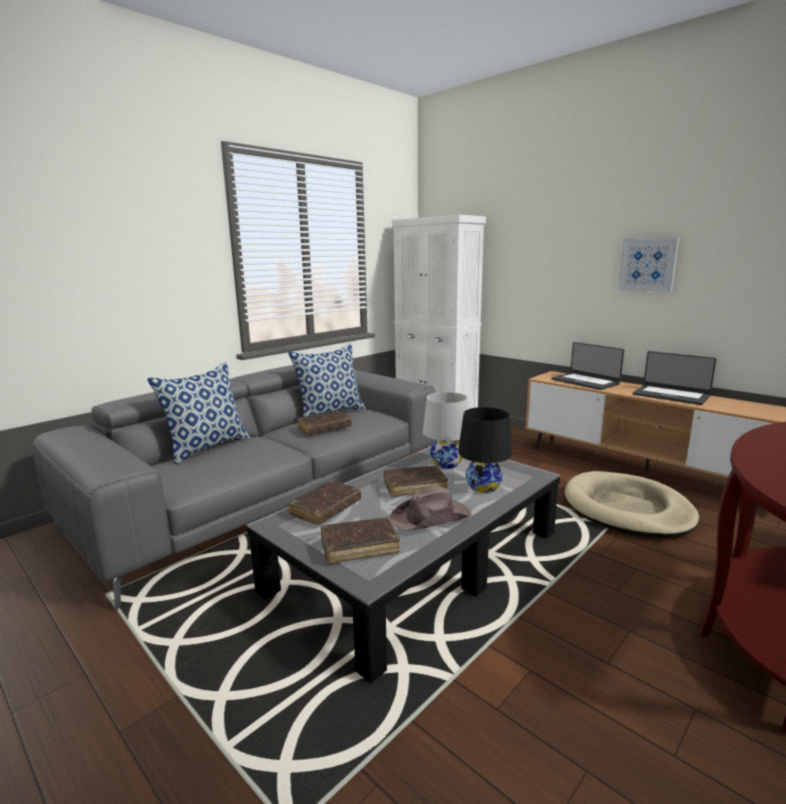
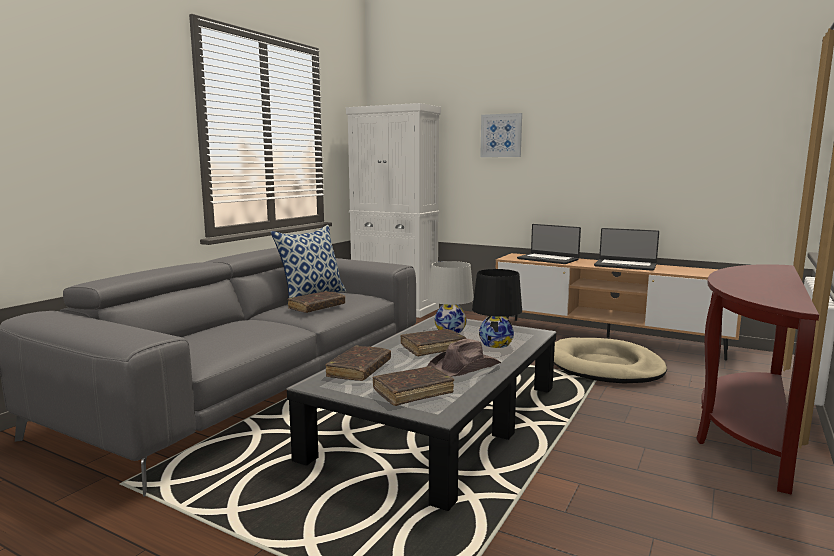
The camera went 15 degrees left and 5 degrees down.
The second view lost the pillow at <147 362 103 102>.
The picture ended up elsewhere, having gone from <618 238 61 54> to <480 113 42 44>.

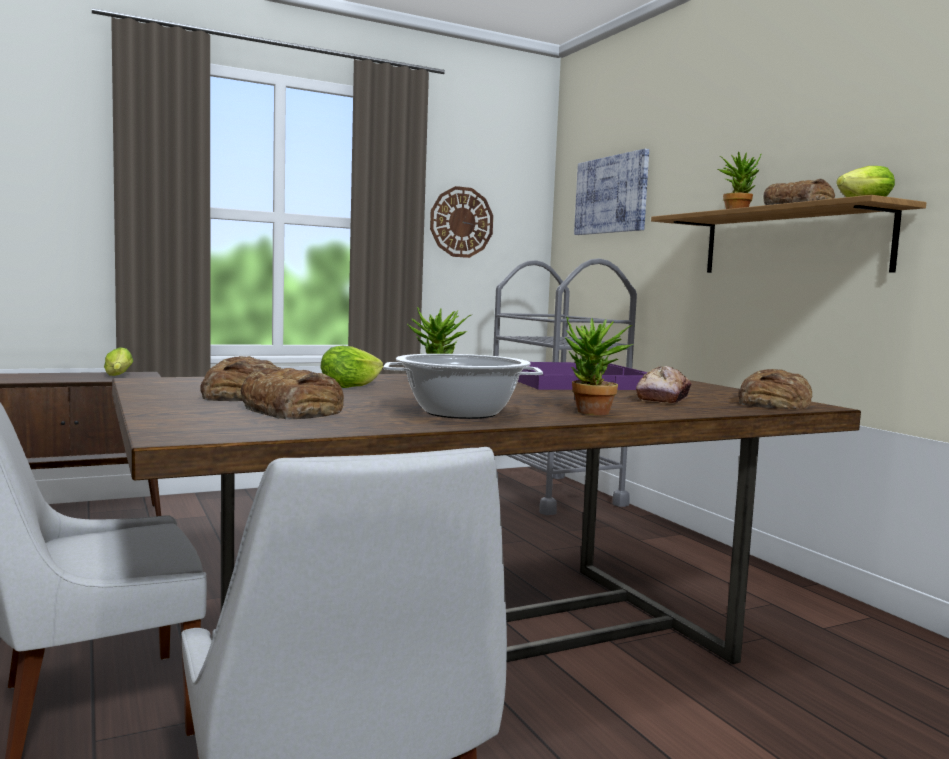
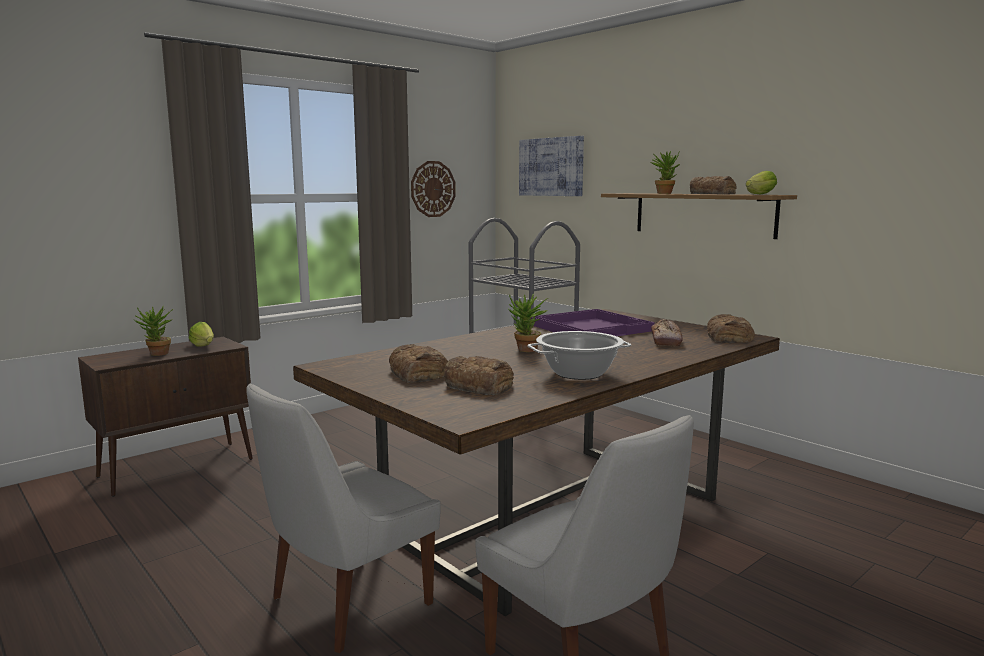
The camera went 15 degrees left and 5 degrees up.
The second view lost the lettuce at <320 346 63 42>.
The potted plant ended up elsewhere, having gone from <565 316 69 99> to <133 306 40 50>.

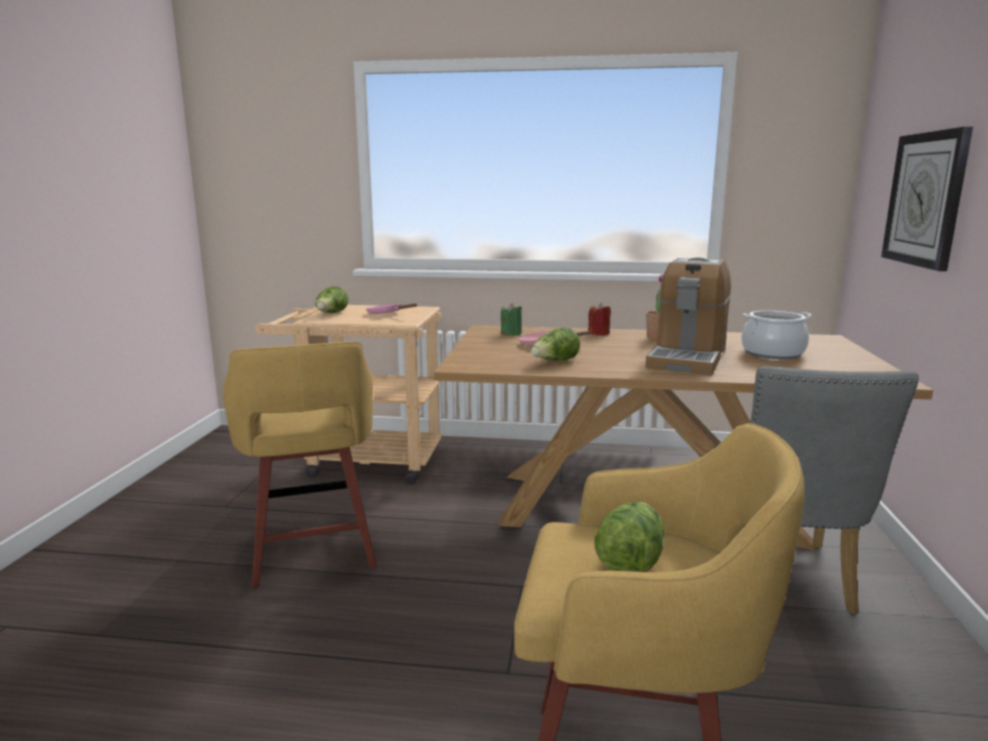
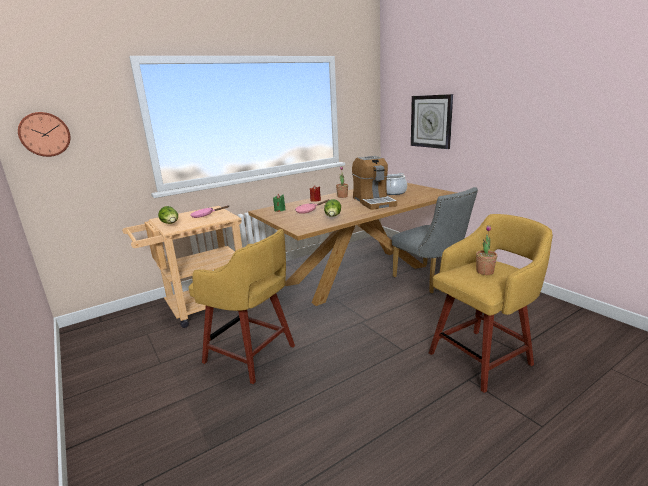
The camera went 40 degrees left and 5 degrees up.
The second view gained the wall clock at <18 112 53 45>.
Where the lettuce stood at <595 502 69 70>, the potted plant came to stand at <476 225 21 50>.

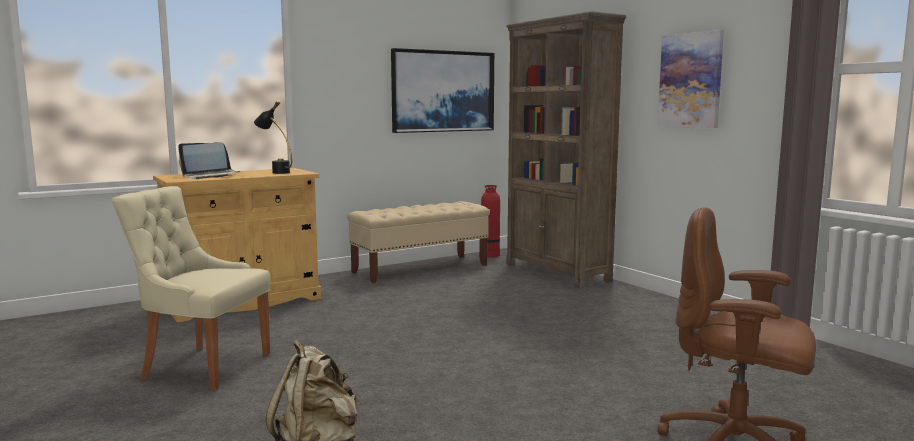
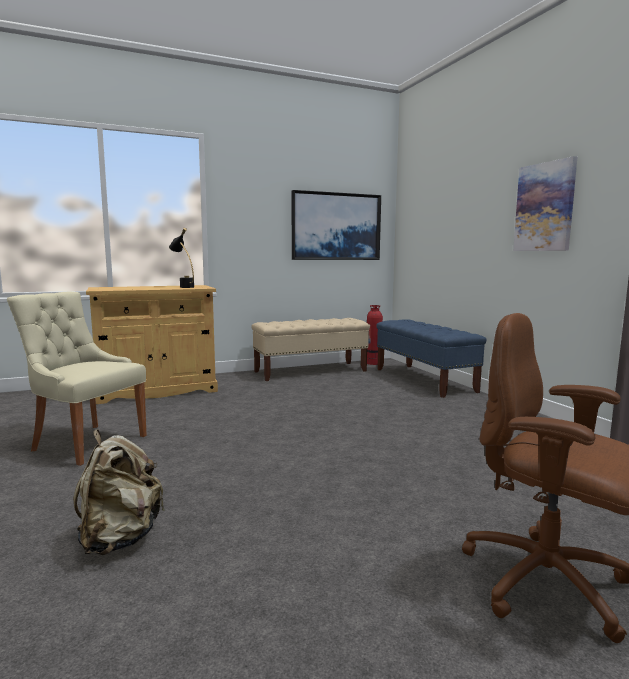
The camera went 10 degrees right and 0 degrees up.
The second view lost the laptop at <178 142 63 37>.
Where the bookcase (brown) stood at <506 11 120 277>, the bench (blue) came to stand at <376 319 110 79>.

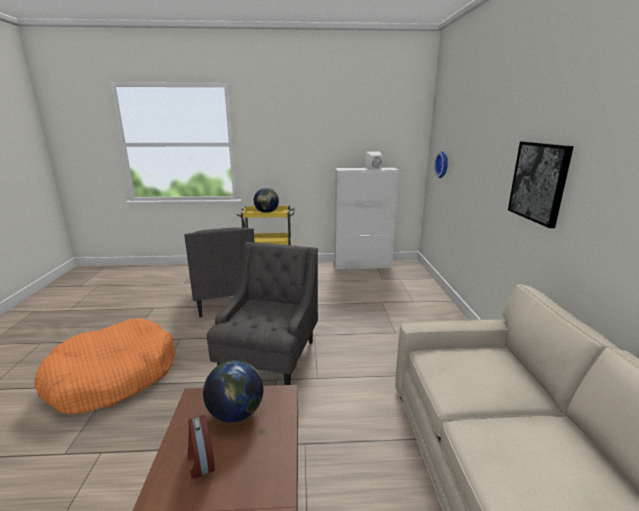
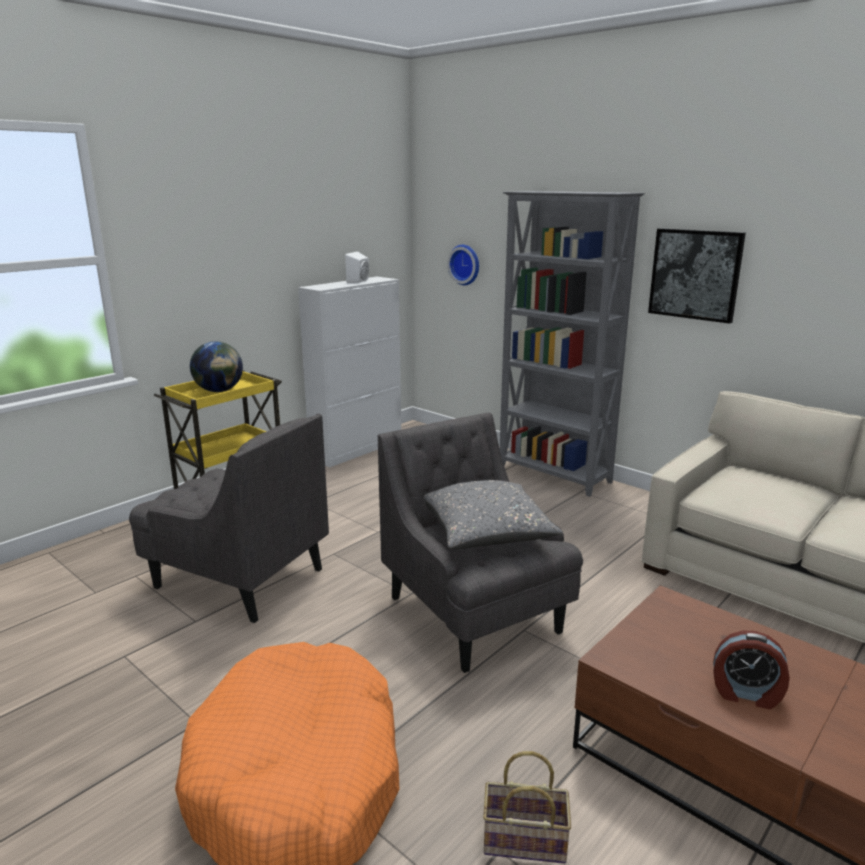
The camera went 45 degrees left and 0 degrees up.
The second view lost the globe at <203 360 60 63>.
The second view gained the pillow (grey) at <424 480 138 70>.
The second view gained the basket at <483 751 88 113>.
The second view gained the bookcase (grey) at <500 191 145 306>.

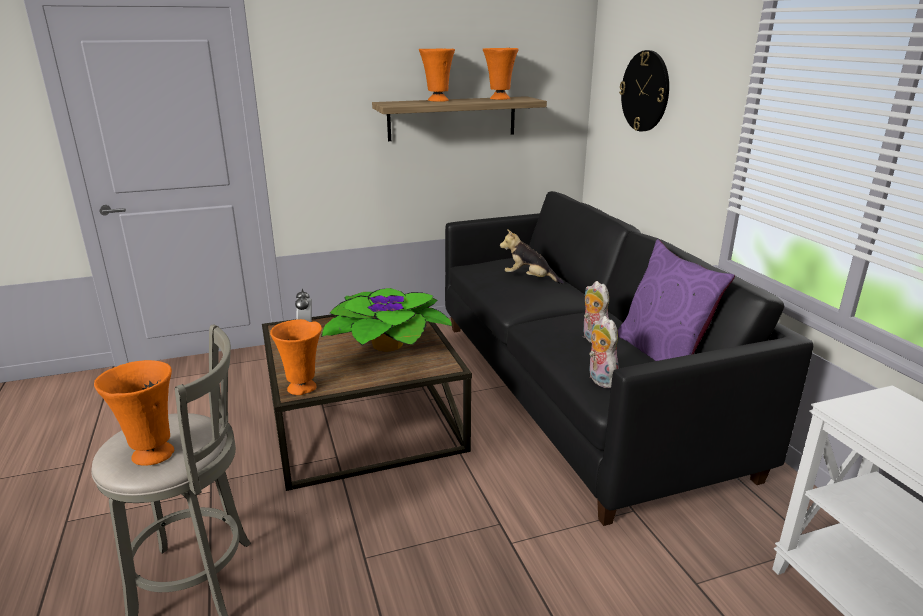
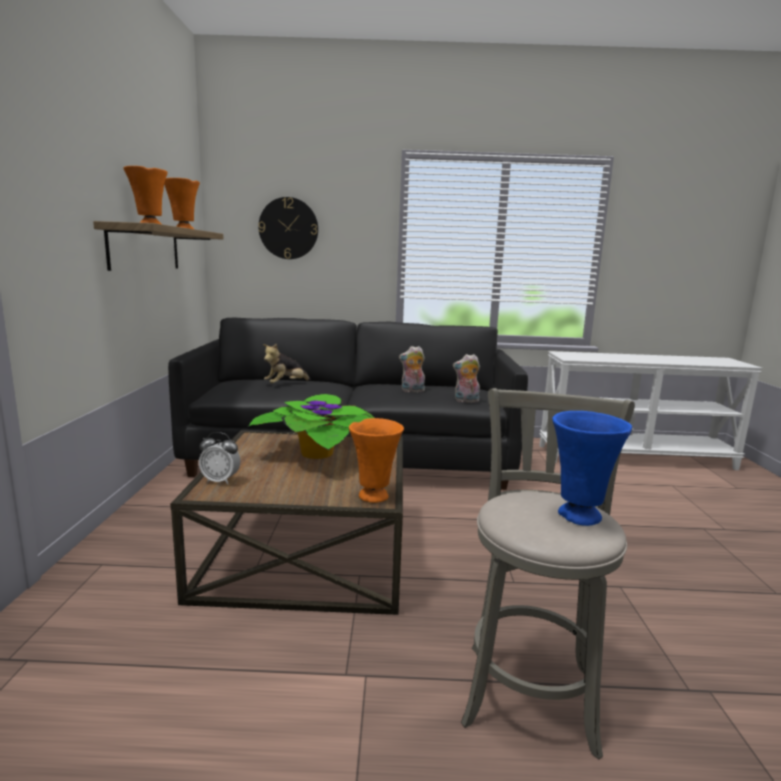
The camera went 70 degrees left and 10 degrees down.
The second view lost the pillow (purple) at <618 239 117 122>.
What was the vase (orange) at <94 360 80 106> turned into the vase (blue) at <552 411 80 115>.

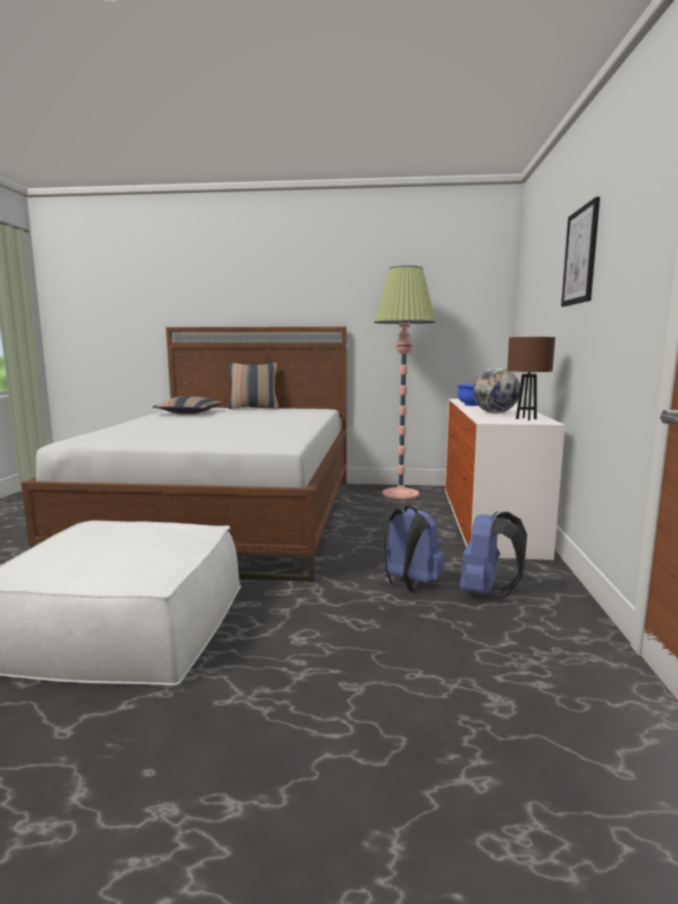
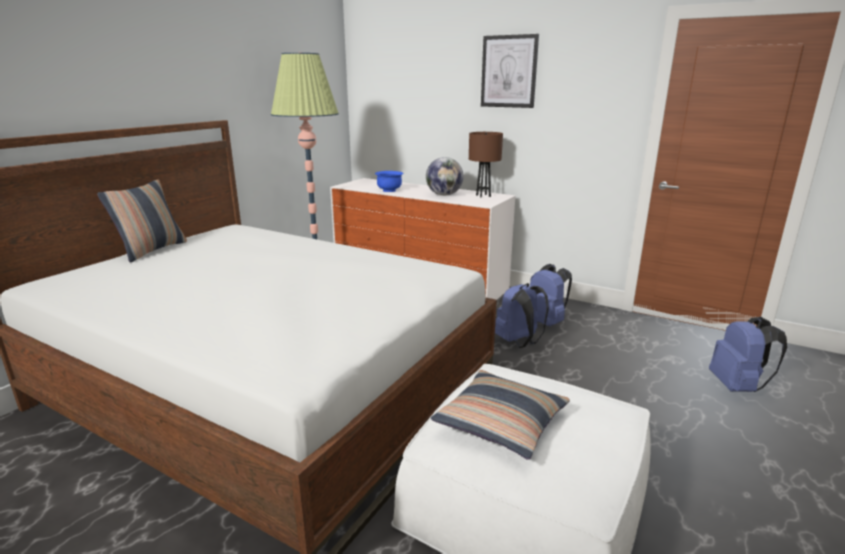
The camera went 65 degrees left and 10 degrees up.
The second view gained the backpack (blue) at <709 317 78 75>.
The pillow ended up elsewhere, having gone from <153 396 70 18> to <431 370 139 90>.

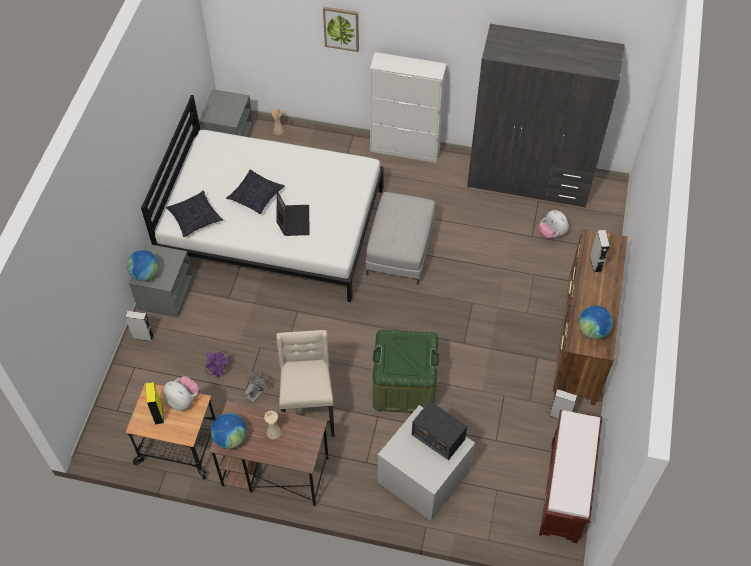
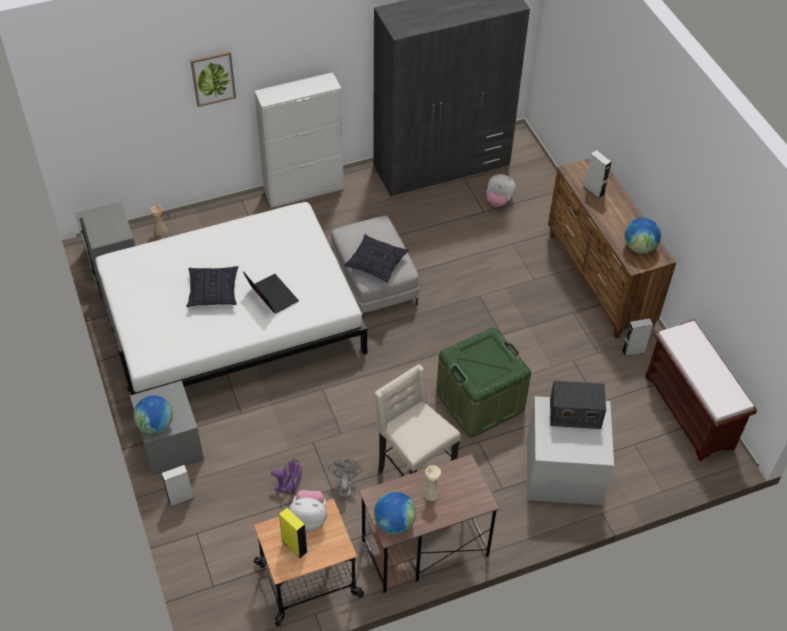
The camera went 35 degrees left and 5 degrees down.
The pillow ended up elsewhere, having gone from <166 191 57 46> to <344 234 65 49>.

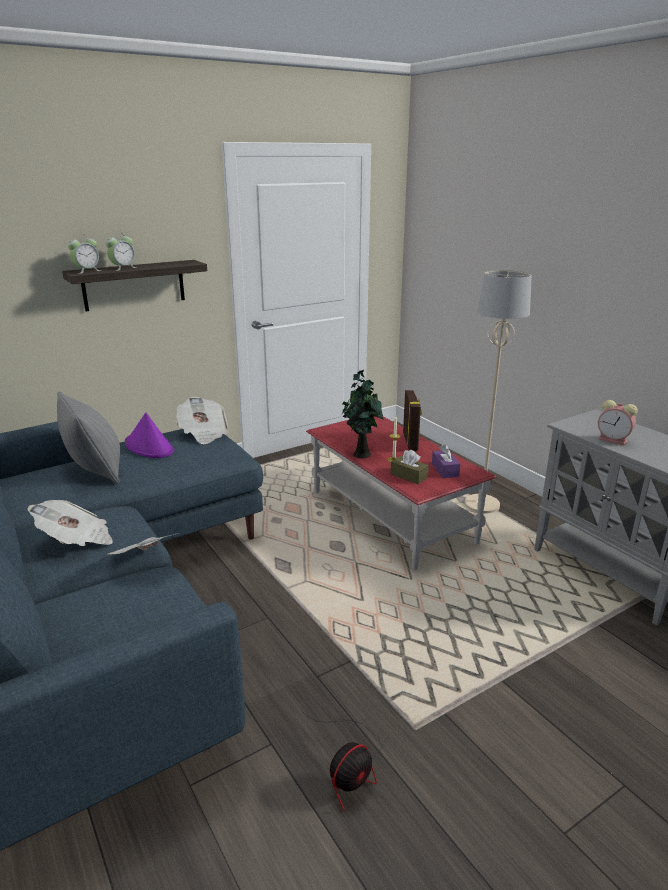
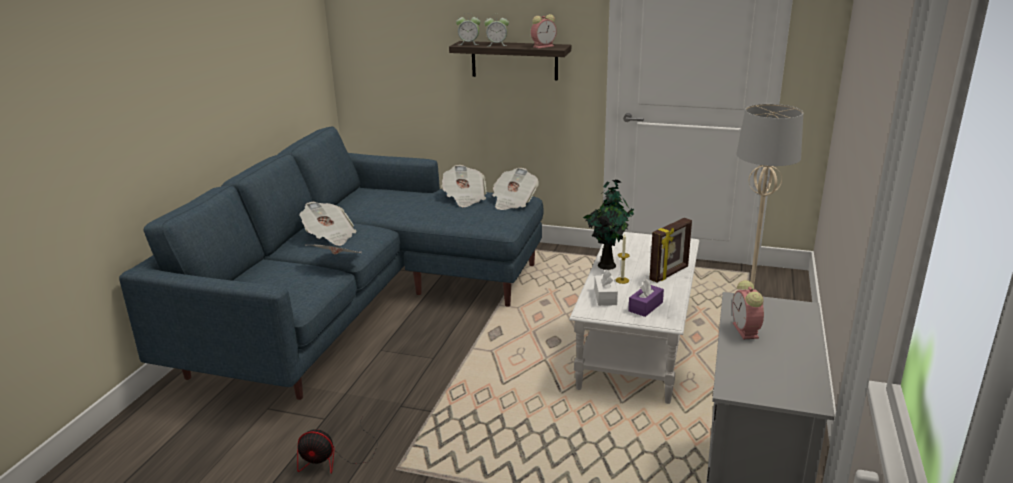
The camera went 50 degrees right and 0 degrees up.
The second view lost the pillow (grey) at <57 391 63 93>.
The second view gained the alarm clock at <531 14 26 34>.
Where the hat (purple) stood at <125 413 49 45>, the newspaper came to stand at <441 165 46 42>.
What was the coffee table (red) at <306 416 191 154> turned into the coffee table (white) at <569 232 130 172>.
What was the tissue box (brown) at <390 450 39 34> turned into the tissue box (white) at <594 269 24 37>.

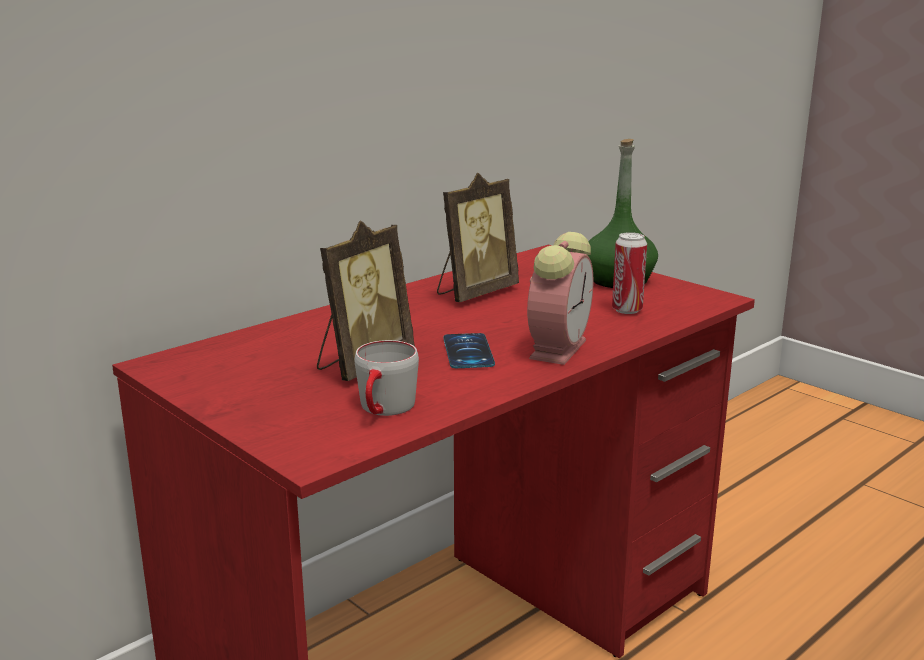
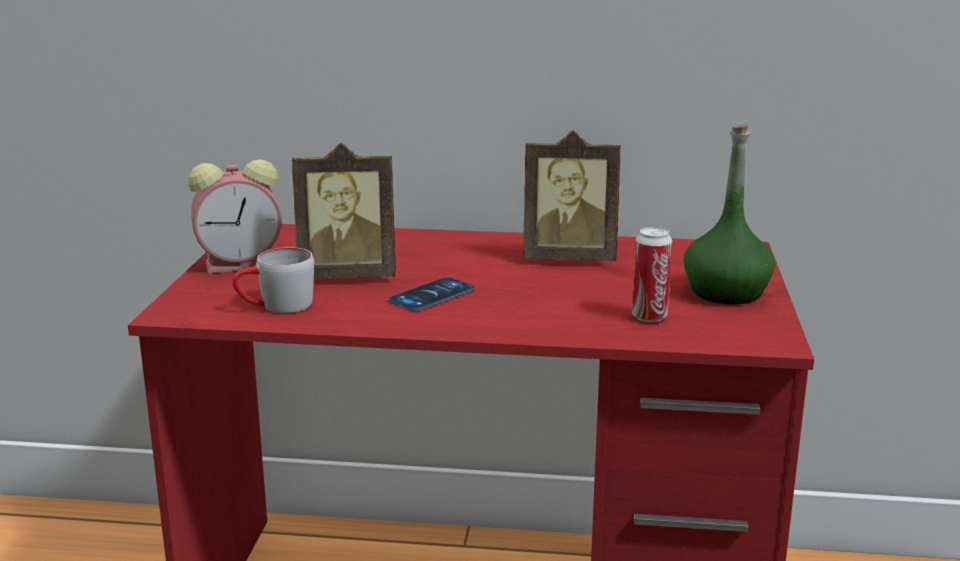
The camera went 50 degrees right and 0 degrees up.
The alarm clock ended up elsewhere, having gone from <527 232 66 133> to <188 159 94 115>.

